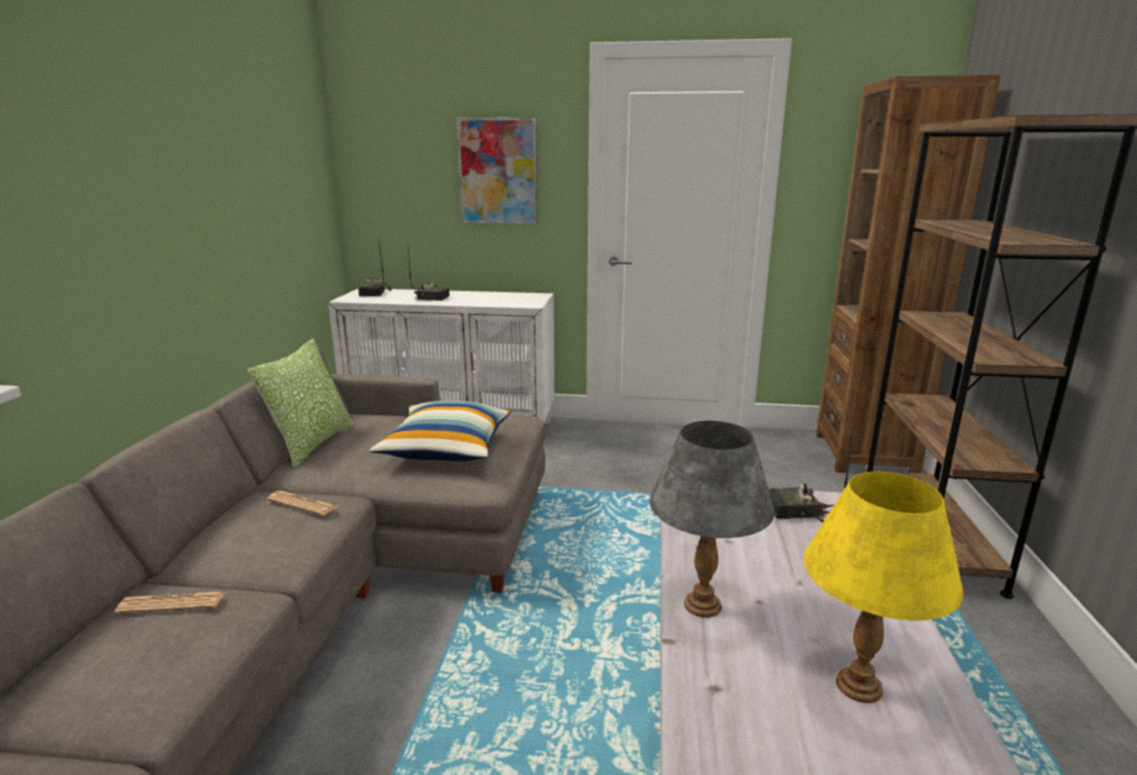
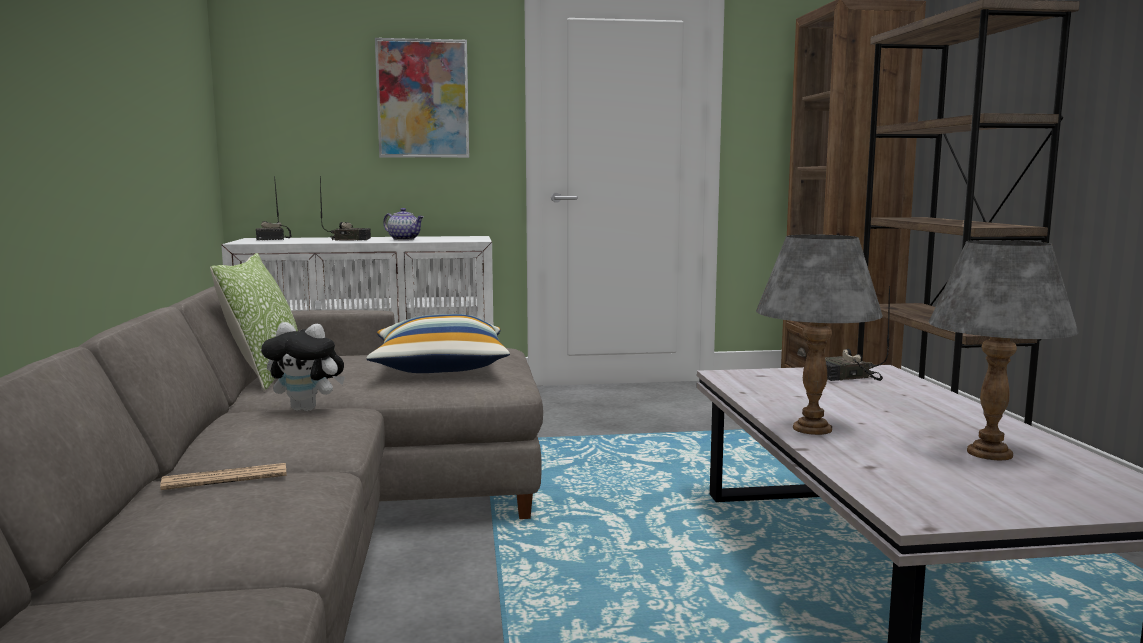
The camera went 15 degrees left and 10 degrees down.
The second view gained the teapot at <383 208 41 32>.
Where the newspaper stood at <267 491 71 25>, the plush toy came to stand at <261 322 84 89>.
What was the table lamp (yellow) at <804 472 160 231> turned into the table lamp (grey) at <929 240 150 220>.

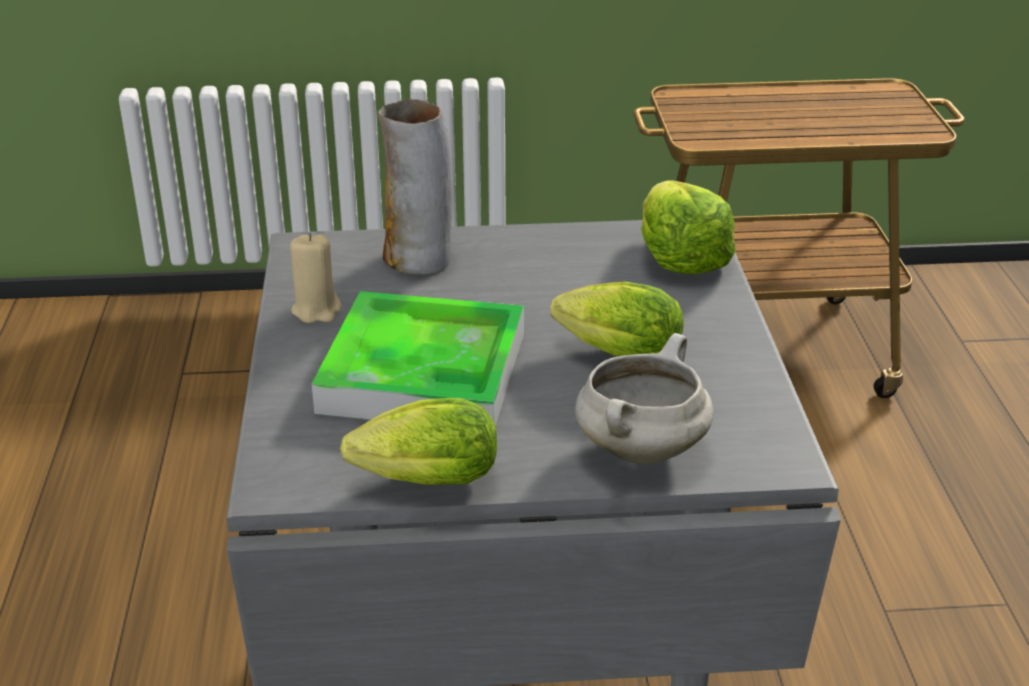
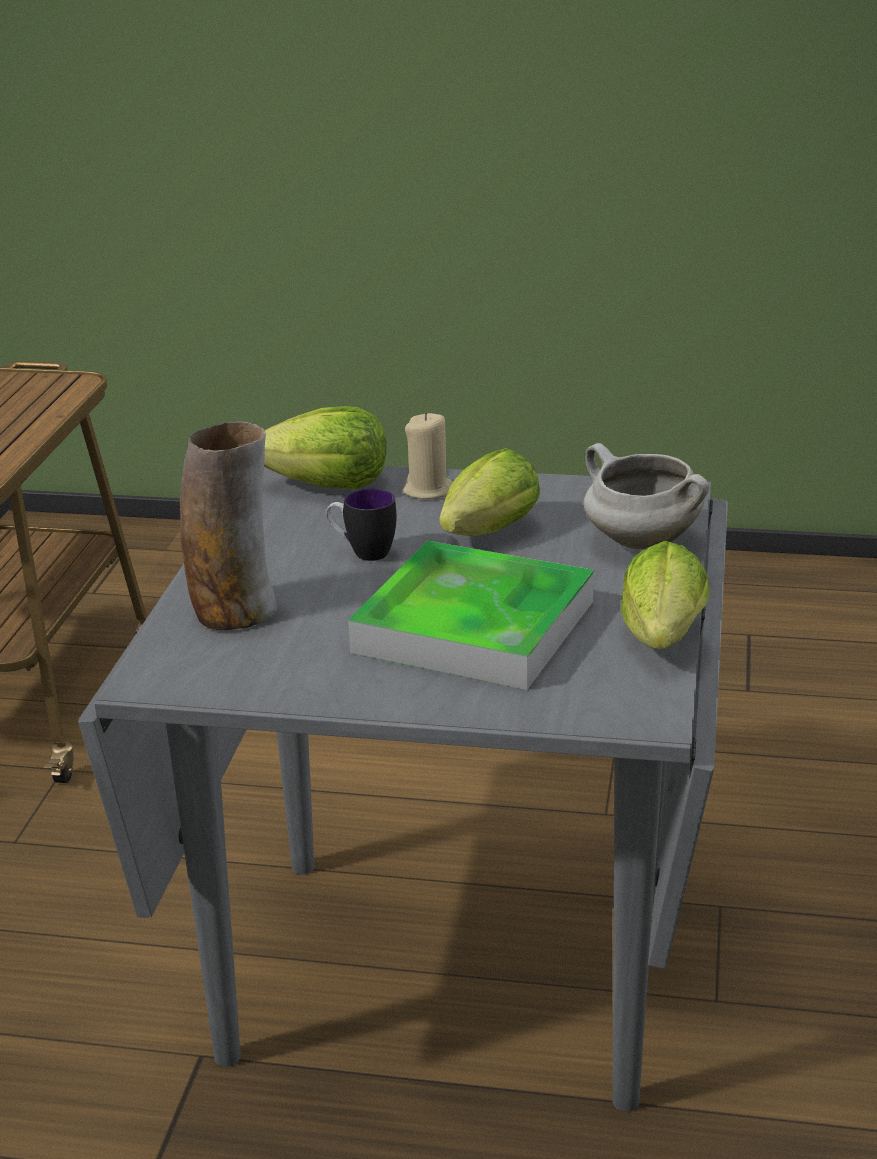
The camera went 75 degrees left and 5 degrees down.
The second view gained the mug at <326 489 70 72>.
The candle (beige) ended up elsewhere, having gone from <290 233 52 90> to <403 412 50 87>.

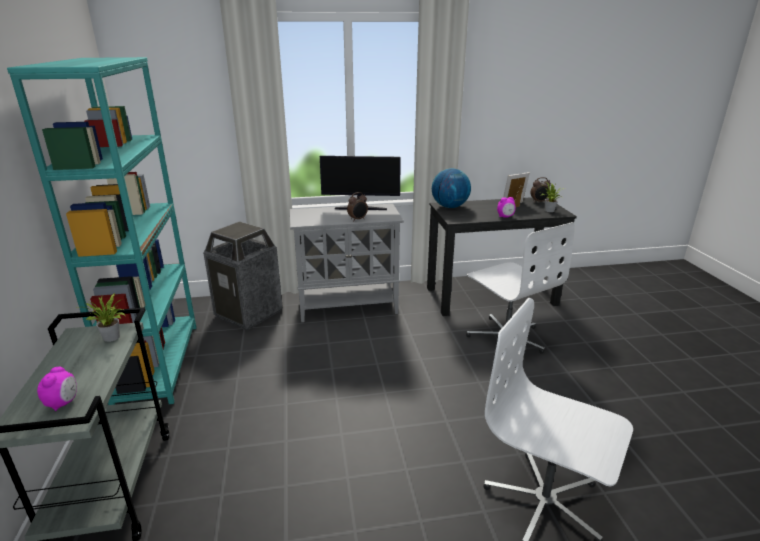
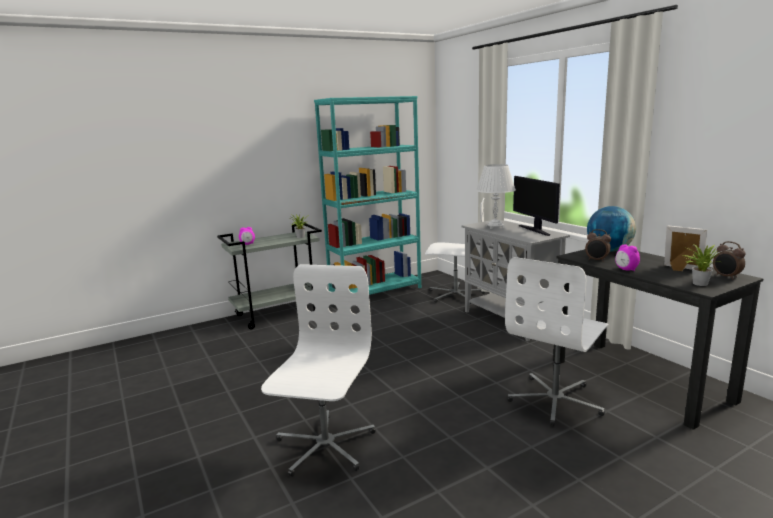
The camera went 70 degrees right and 10 degrees down.
The second view gained the table lamp (white) at <476 164 40 65>.
The alarm clock ended up elsewhere, having gone from <347 192 21 28> to <585 229 26 33>.
Where the trash can stood at <203 221 80 109>, the office chair (white) came to stand at <425 198 60 106>.

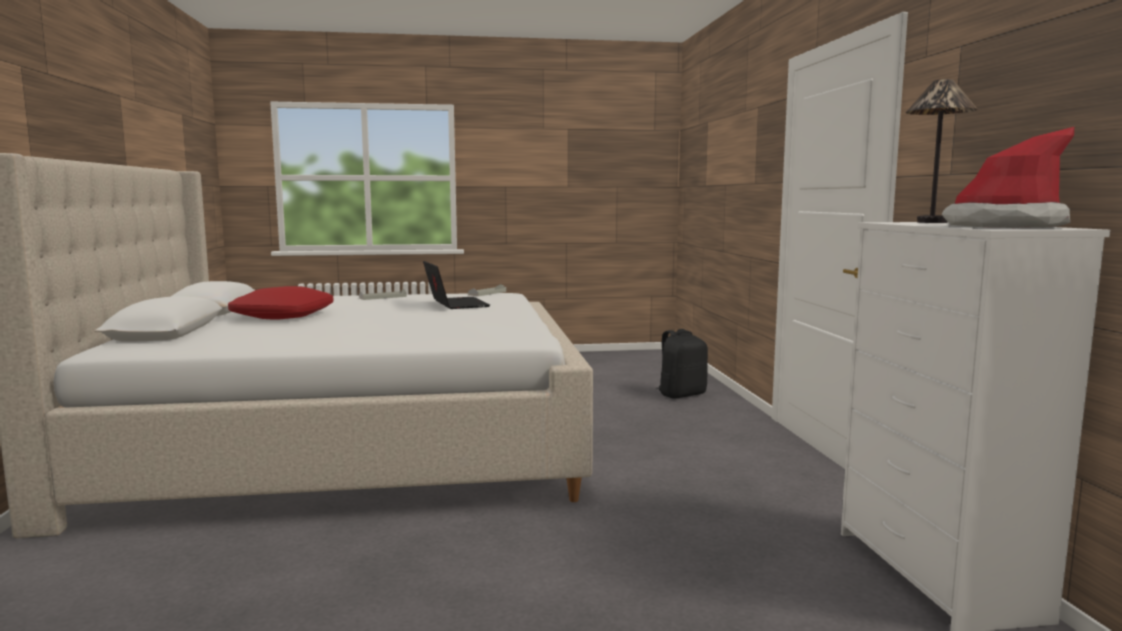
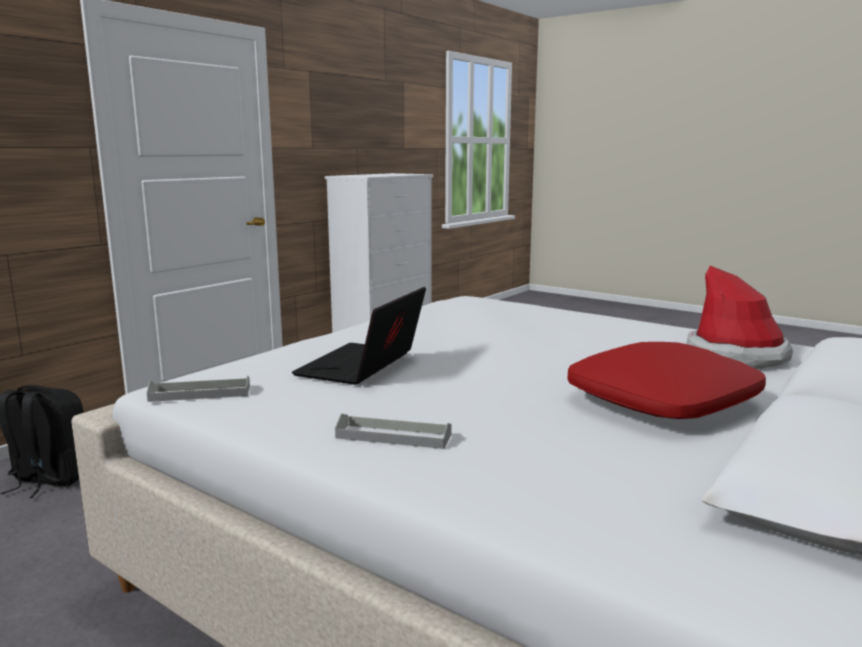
The camera went 135 degrees left and 5 degrees up.
The second view lost the table lamp at <906 79 72 144>.
The hat ended up elsewhere, having gone from <942 127 132 101> to <686 266 107 103>.

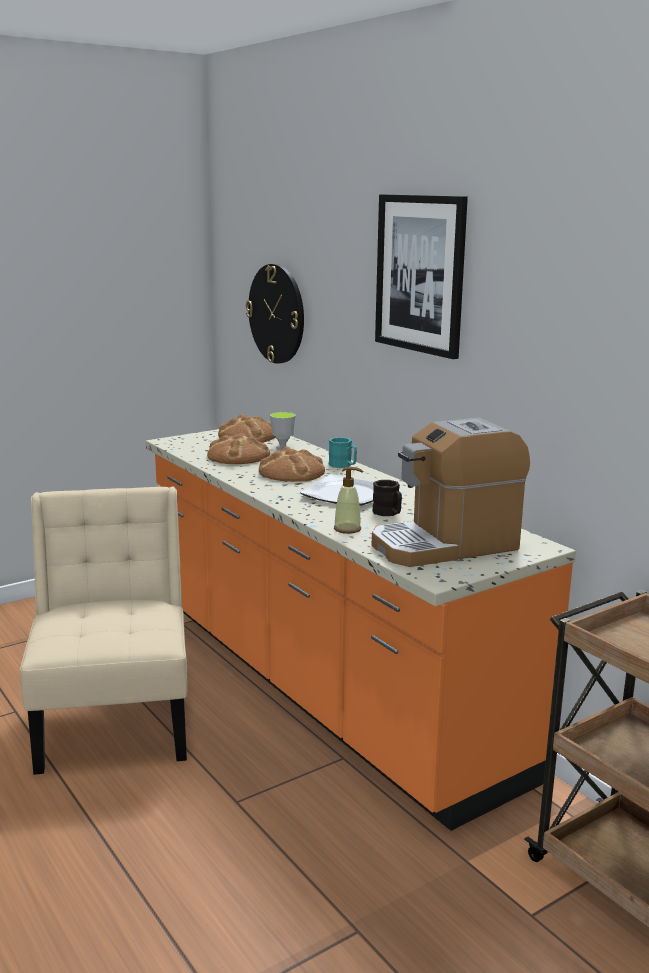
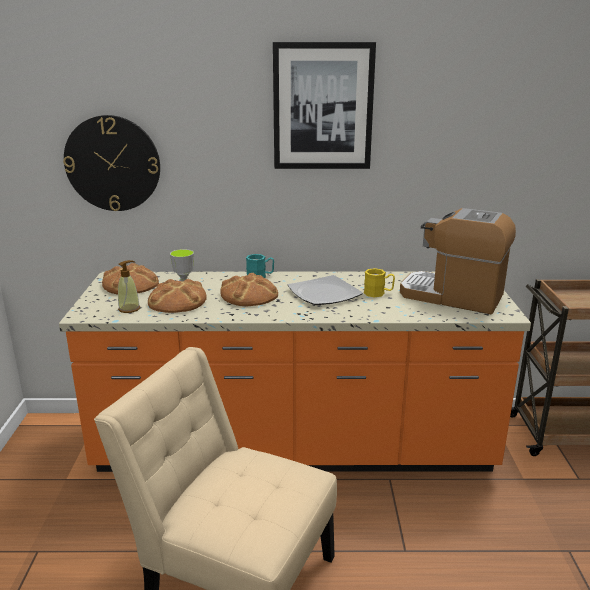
The camera went 55 degrees left and 5 degrees up.
The soap dispenser ended up elsewhere, having gone from <334 467 29 67> to <118 260 22 53>.
What was the mug (black) at <372 480 30 36> turned into the mug (yellow) at <364 268 31 29>.
The coffee machine at <372 418 158 149> ended up facing another way, 105 degrees clockwise from before.

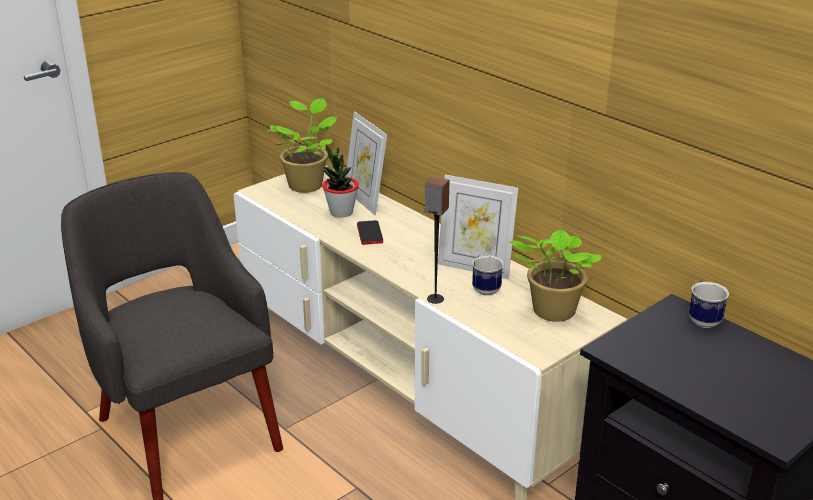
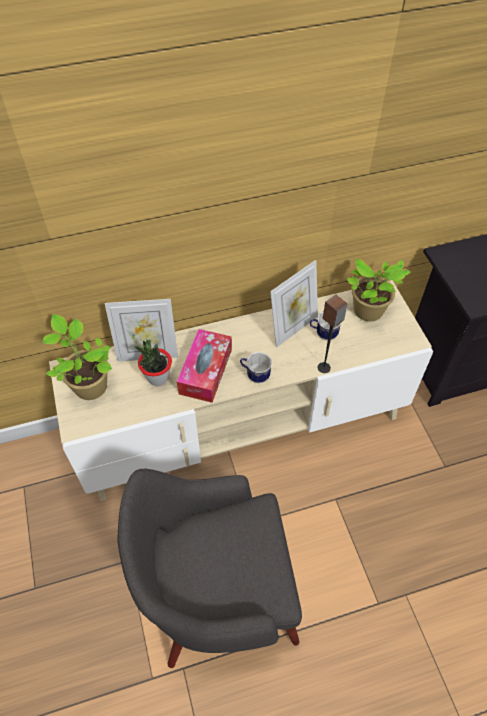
The camera went 65 degrees left and 25 degrees up.
The mug ended up elsewhere, having gone from <689 281 40 47> to <240 352 32 31>.
Where the phone stood at <357 220 26 25>, the tissue box came to stand at <177 329 55 74>.

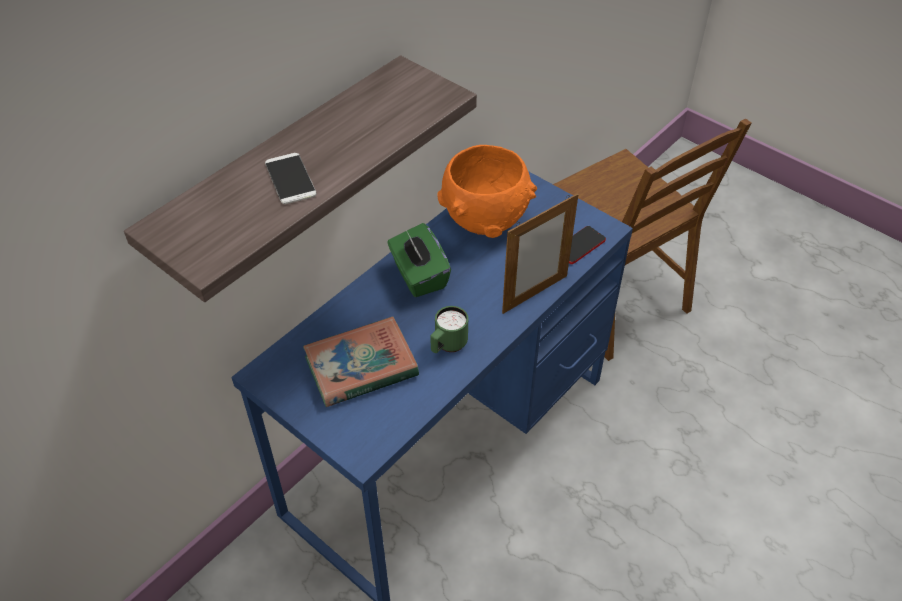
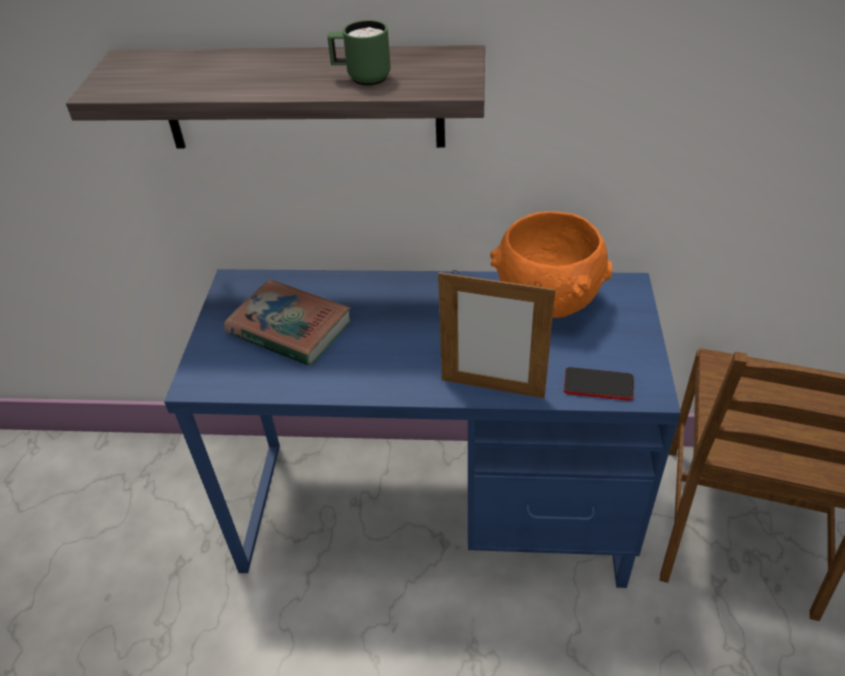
The camera went 55 degrees right and 5 degrees down.
The second view lost the phone at <265 153 52 51>.
The second view lost the tissue box (green) at <387 223 64 74>.
The mug (green) ended up elsewhere, having gone from <430 306 38 47> to <327 20 64 66>.

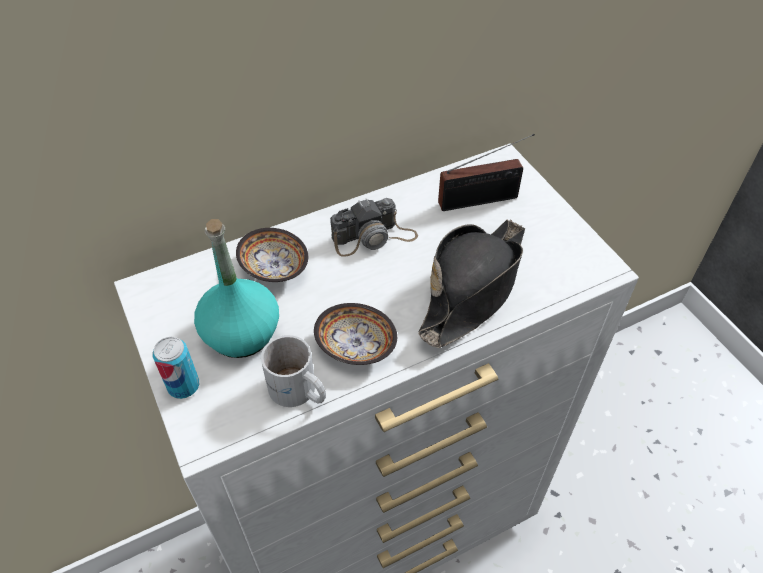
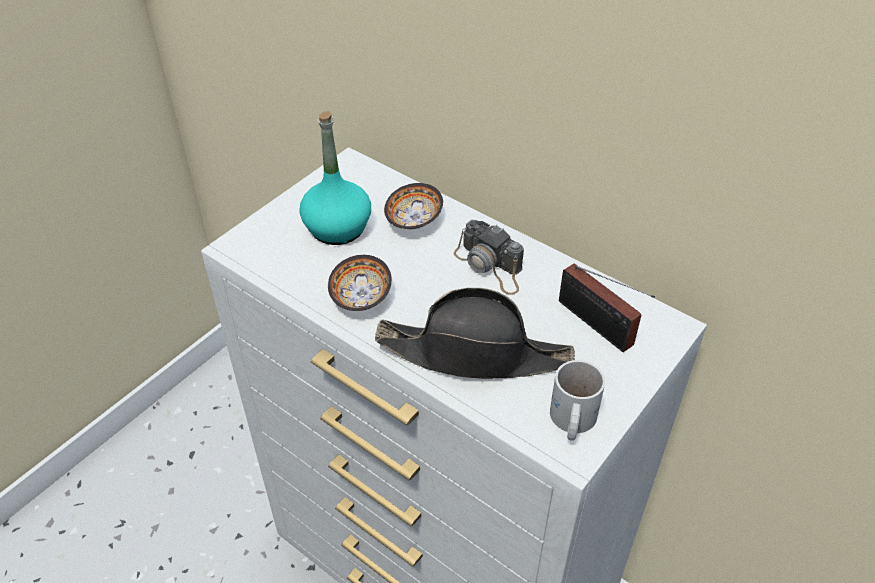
The camera went 65 degrees right and 5 degrees down.
The second view lost the can at <153 337 46 62>.
The mug (white) ended up elsewhere, having gone from <261 335 65 72> to <550 360 55 80>.

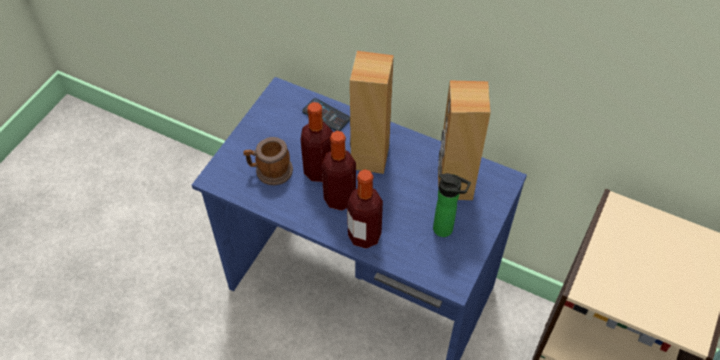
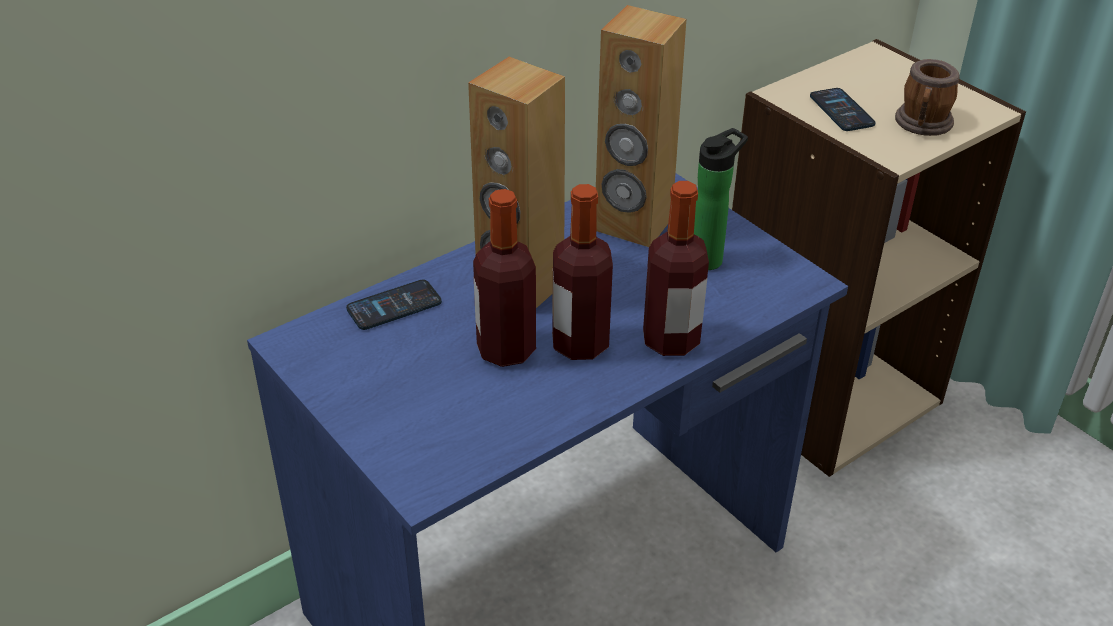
The camera went 65 degrees left and 15 degrees down.
The second view gained the phone at <810 88 66 43>.
The mug ended up elsewhere, having gone from <243 137 50 48> to <895 59 65 77>.

